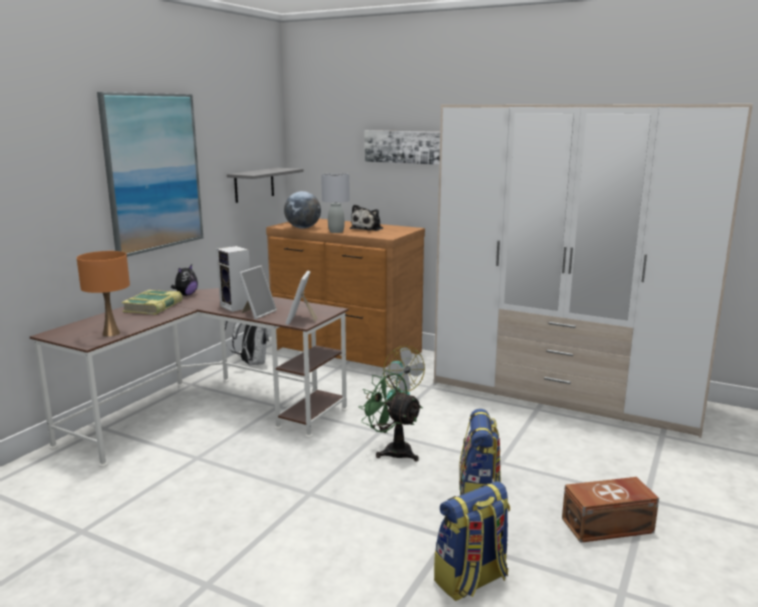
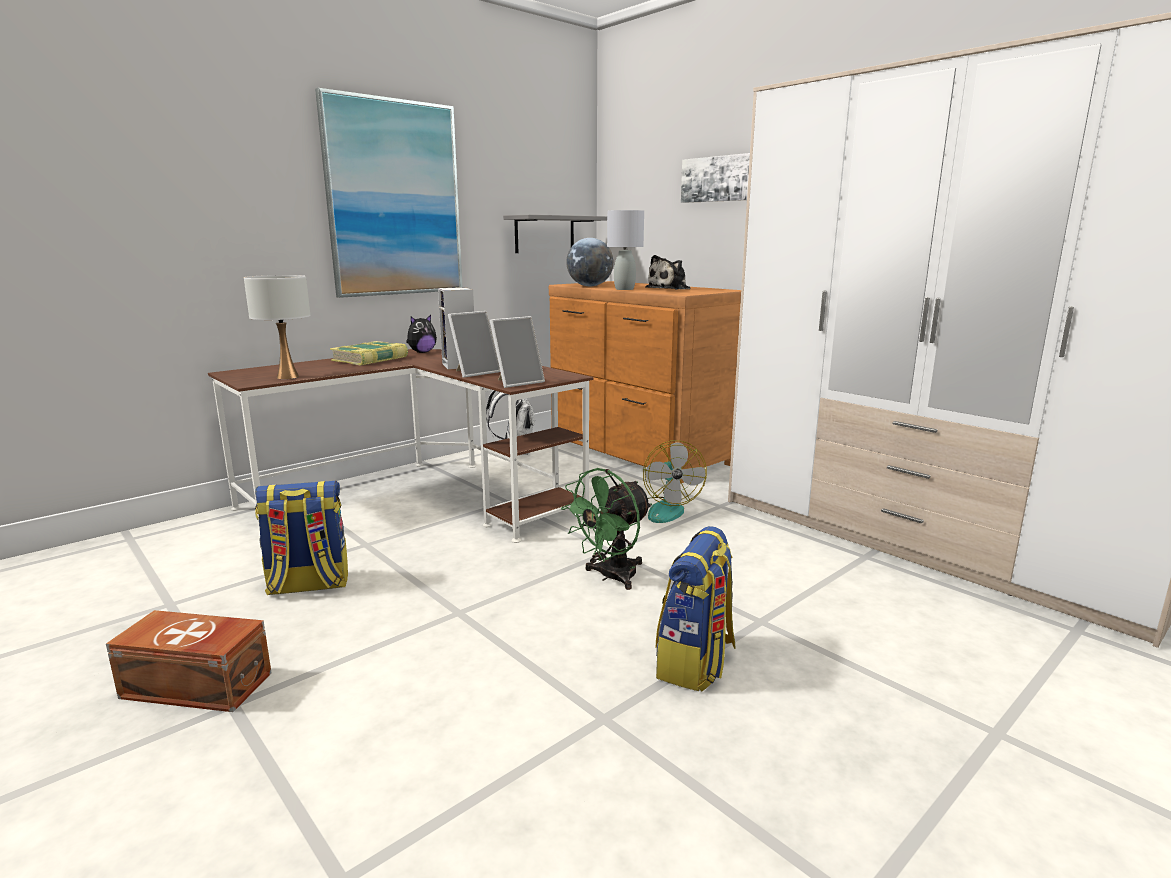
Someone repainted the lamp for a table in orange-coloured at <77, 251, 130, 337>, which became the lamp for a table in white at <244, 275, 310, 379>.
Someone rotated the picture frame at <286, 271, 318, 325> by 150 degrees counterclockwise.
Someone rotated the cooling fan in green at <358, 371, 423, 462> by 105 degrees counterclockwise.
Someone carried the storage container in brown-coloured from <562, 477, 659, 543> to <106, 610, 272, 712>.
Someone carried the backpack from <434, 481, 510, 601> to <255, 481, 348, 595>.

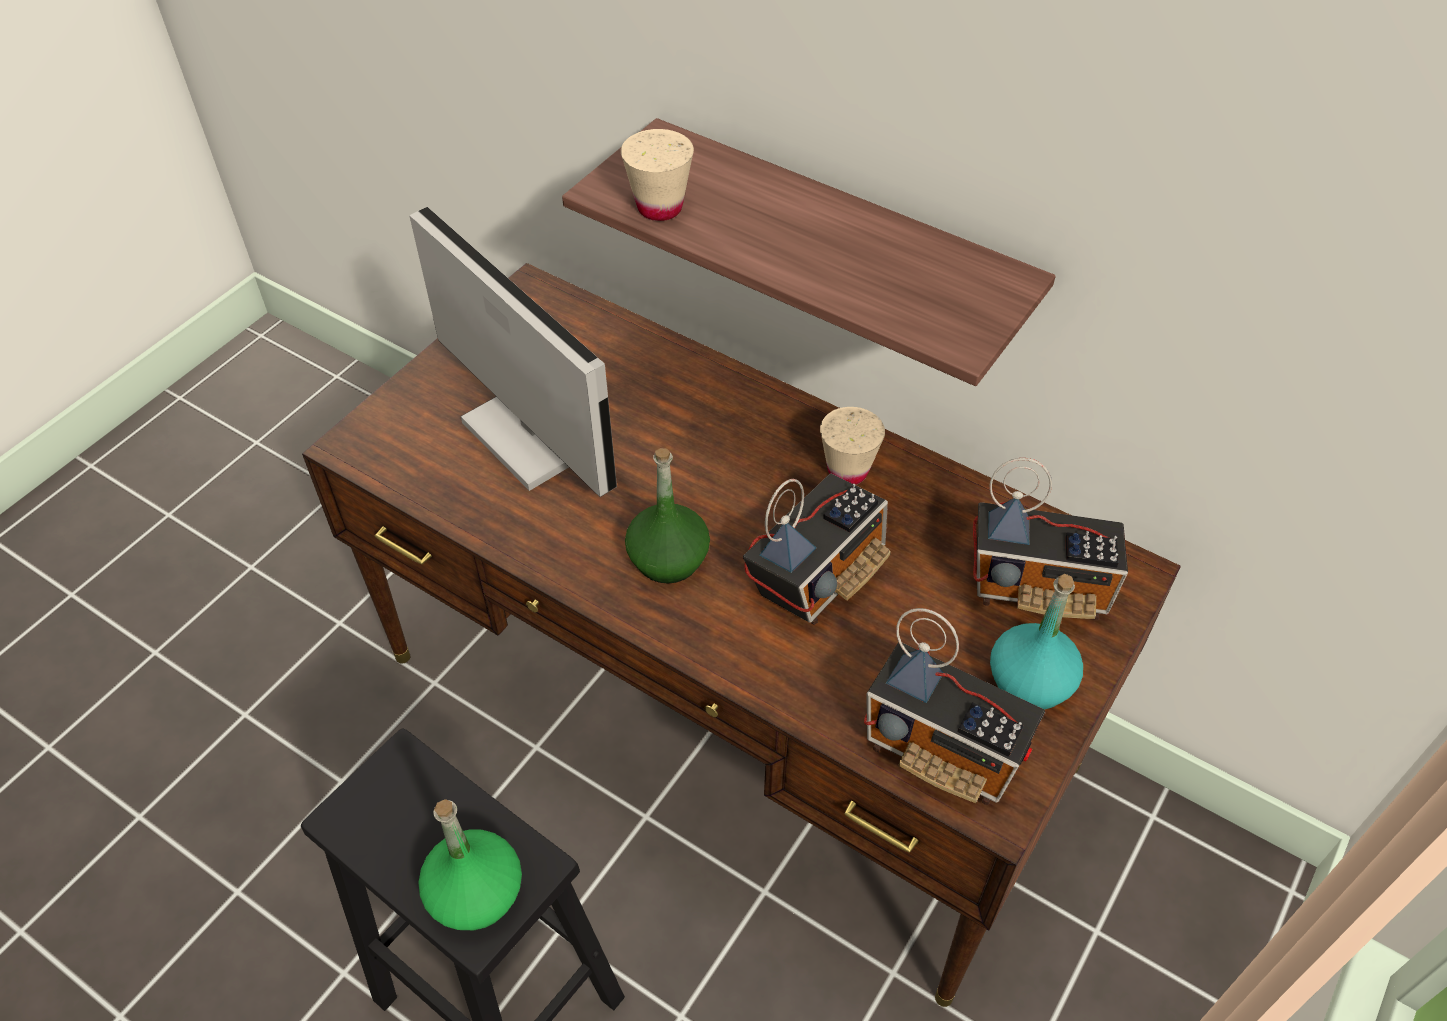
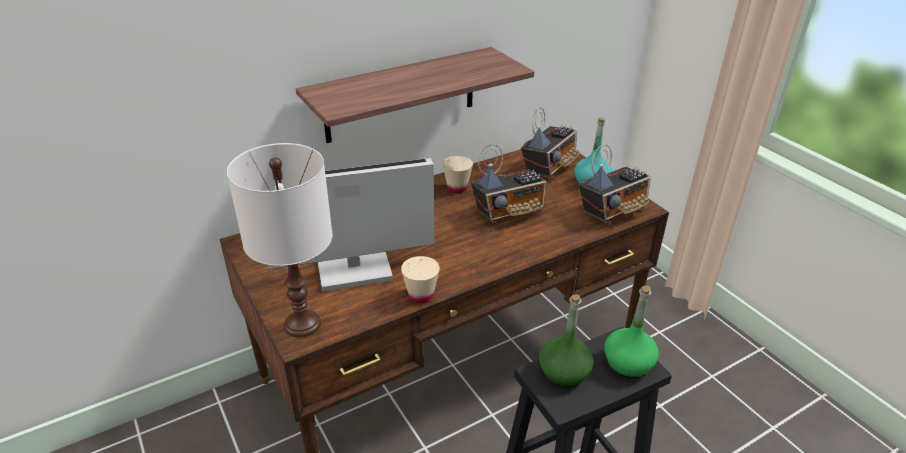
Someone carried the small cup in beige-coloured from <621, 129, 694, 221> to <401, 256, 440, 304>.
Someone carried the drink bottle in green from <625, 448, 710, 584> to <539, 294, 593, 388>.
Someone rotated the radio receiver at <743, 474, 890, 625> by 90 degrees clockwise.
Someone put down the lamp for a table in white at <227, 143, 333, 337>.

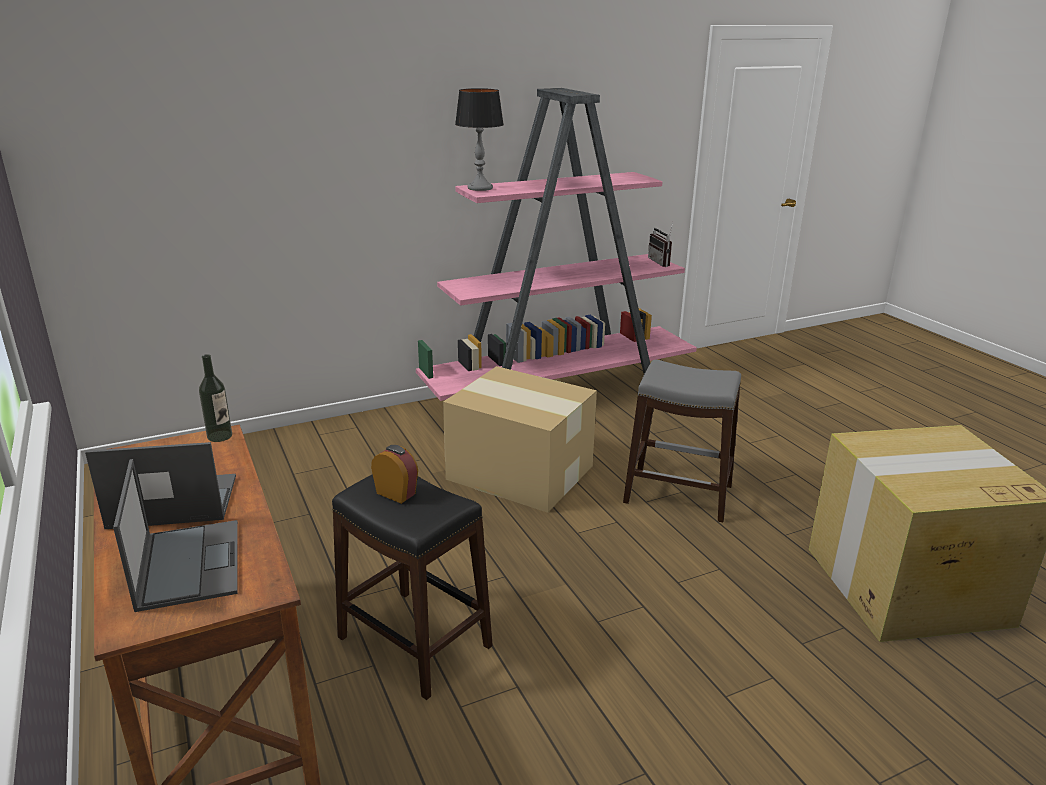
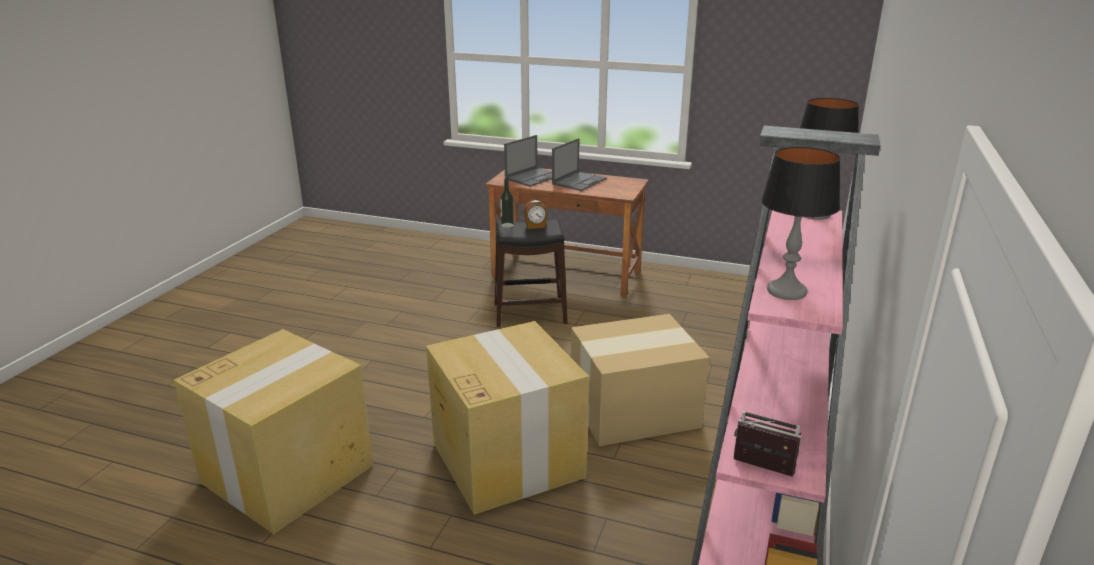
Someone carried the drink bottle from <199, 354, 232, 442> to <500, 178, 514, 228>.
Someone swapped the sitting stool in greyish at <623, 360, 741, 522> for the packing box at <426, 321, 589, 515>.
Someone rotated the notebook computer at <113, 459, 238, 612> by 75 degrees counterclockwise.
Someone put down the lamp for a table at <761, 147, 841, 300>.

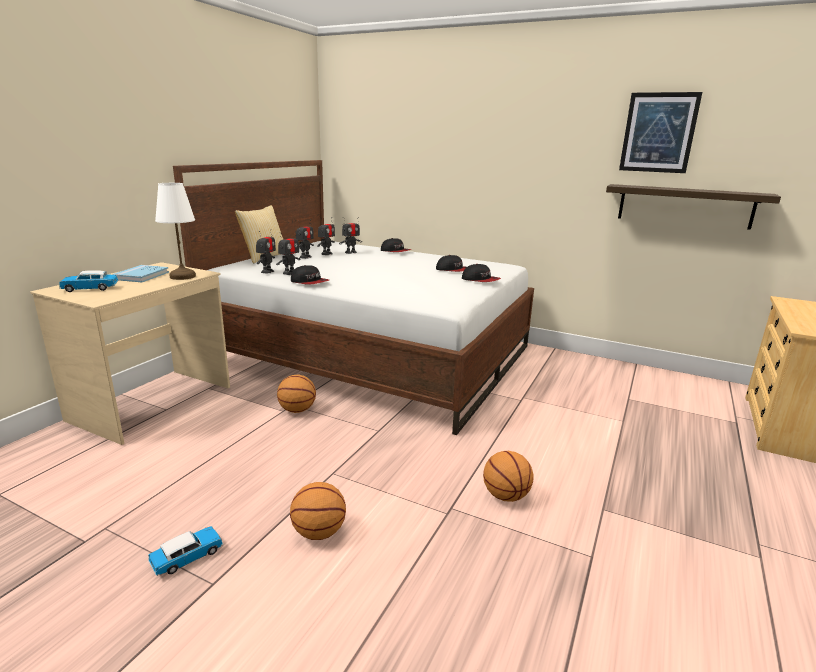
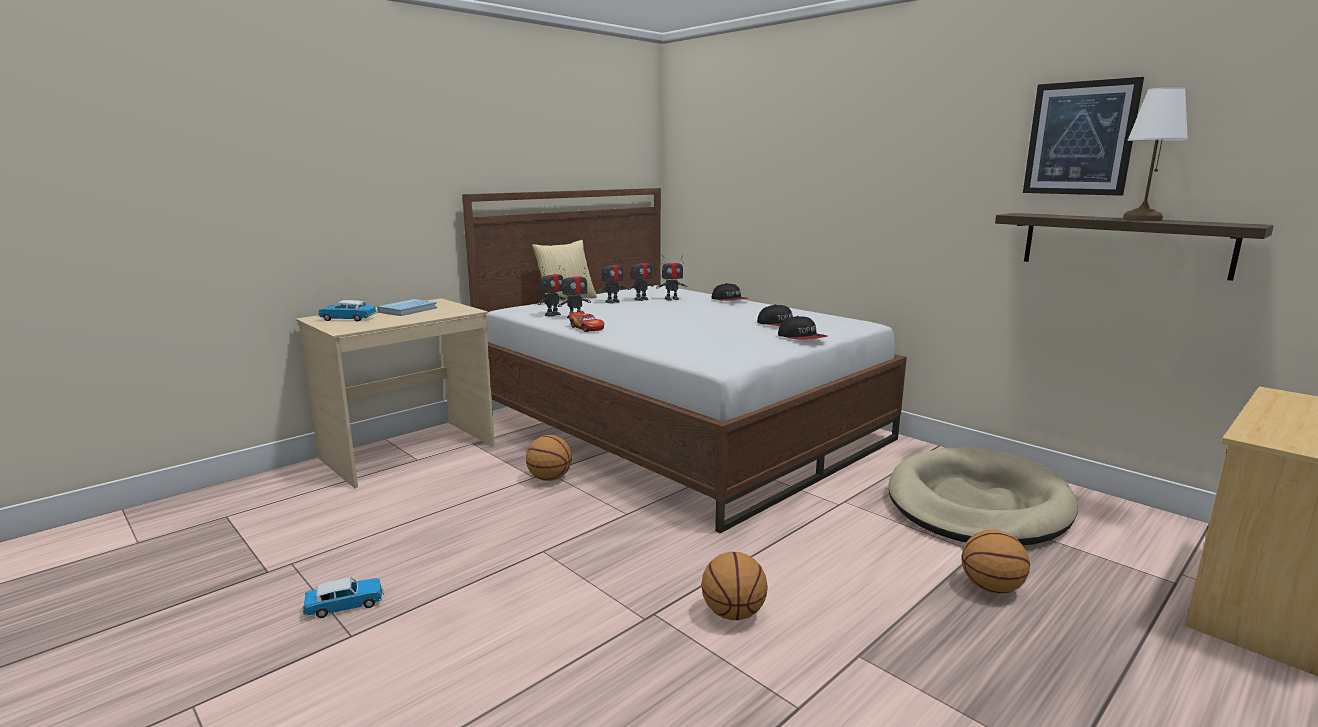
Someone carried the lamp for a table in white from <155, 183, 196, 280> to <1123, 87, 1188, 221>.
Someone swapped the baseball cap at <291, 265, 329, 284> for the toy car at <569, 311, 604, 332>.
Someone carried the ball for basketball from <290, 482, 346, 540> to <962, 530, 1030, 594>.
Someone put down the dog bed in beige-coloured at <888, 447, 1078, 545>.

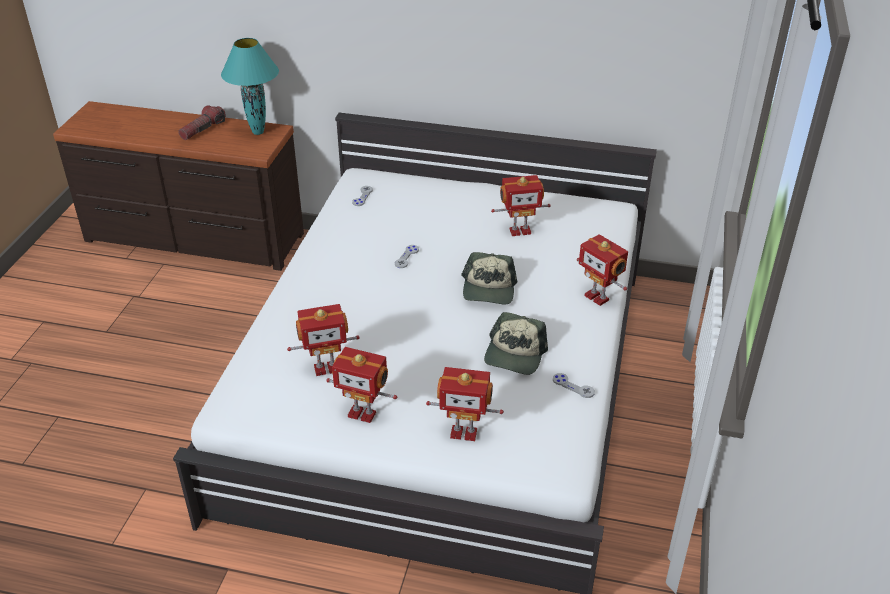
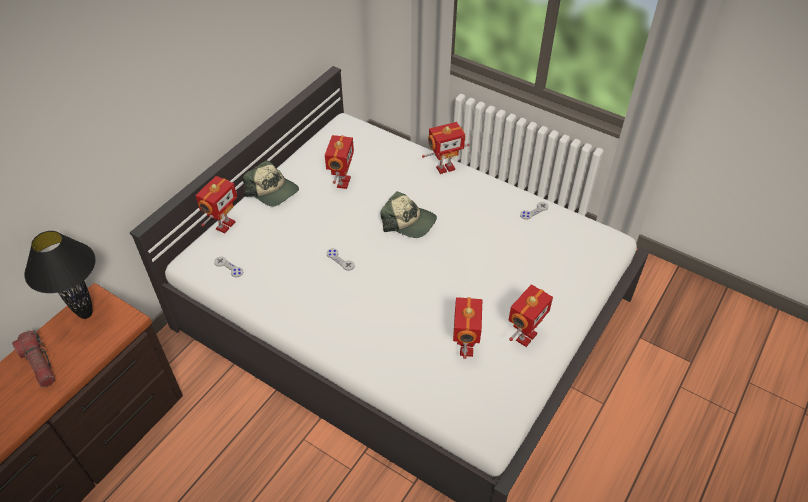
Someone repainted the lamp for a table in turquoise-coloured at <221, 38, 279, 135>, which became the lamp for a table in blackish at <24, 231, 96, 319>.
Someone carried the baseball cap from <484, 312, 548, 375> to <243, 160, 299, 206>.
Someone carried the toy robot from <426, 367, 504, 441> to <195, 176, 237, 233>.

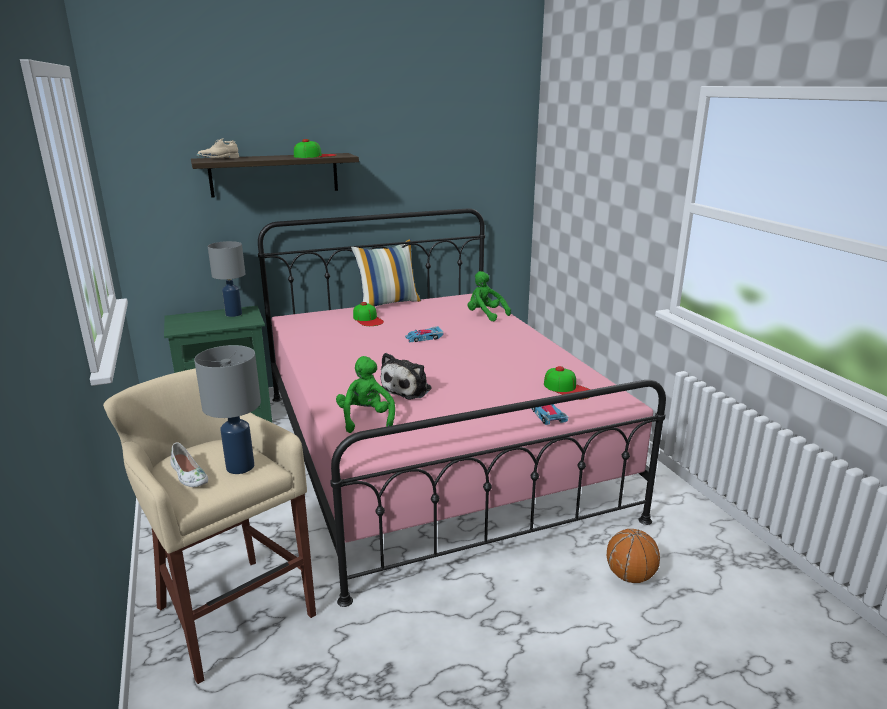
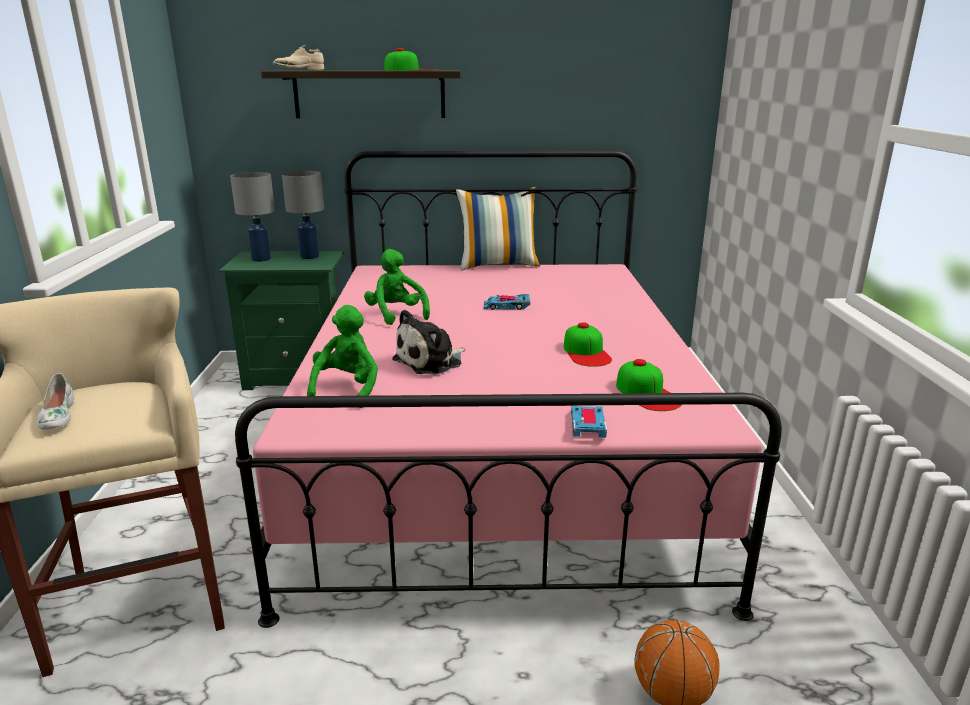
Someone carried the soft toy in green from <468, 271, 511, 321> to <364, 249, 430, 325>.
Someone carried the baseball cap from <353, 302, 384, 326> to <564, 322, 612, 367>.
Someone carried the lamp for a table in greyish from <194, 345, 261, 474> to <230, 172, 275, 262>.

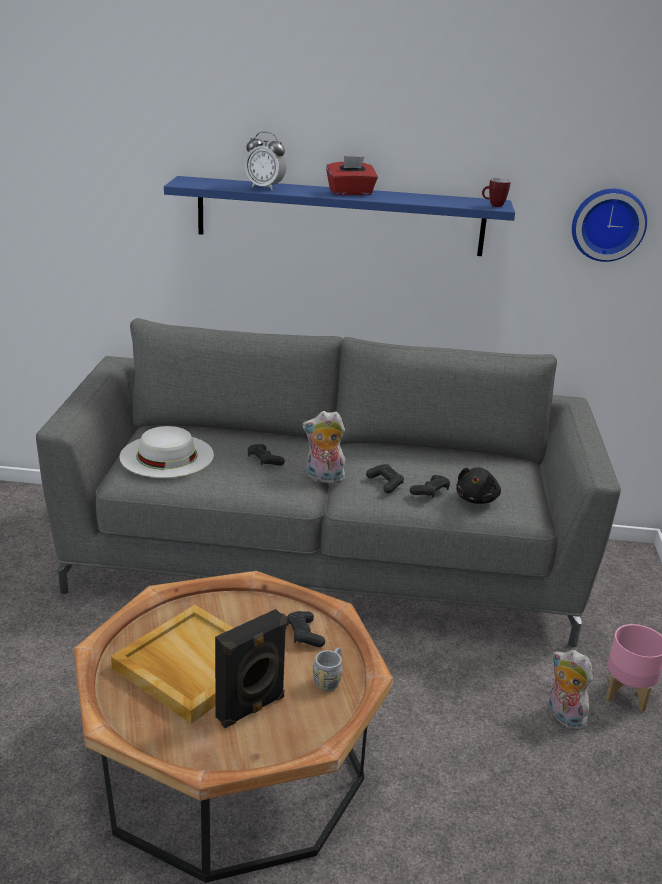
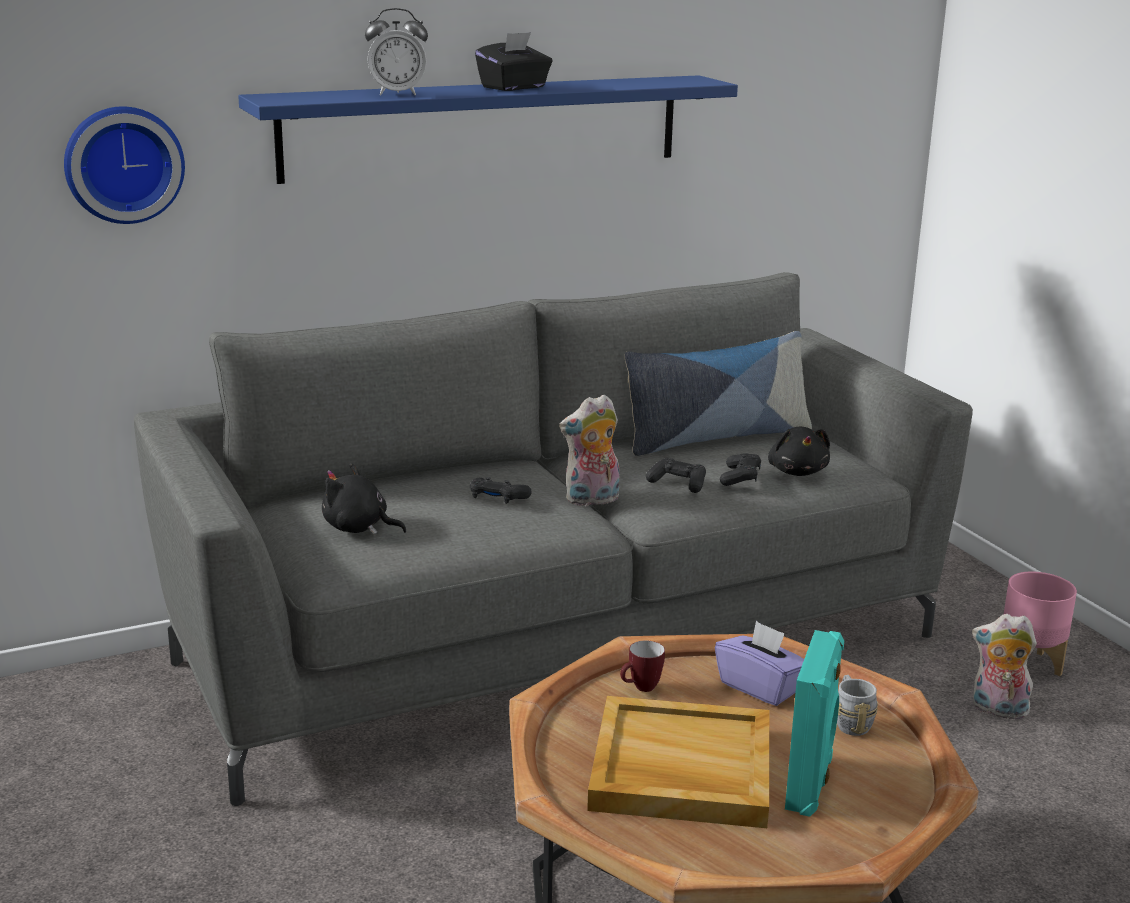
Someone repainted the tissue box in red at <326, 156, 378, 195>, which became the tissue box in blackish at <475, 32, 553, 91>.
Someone carried the tea mug from <482, 178, 511, 207> to <620, 640, 665, 692>.
Someone carried the hanging clock from <572, 189, 647, 262> to <64, 106, 185, 224>.
Someone swapped the hat in white at <120, 426, 214, 478> for the soft toy in blackish at <322, 463, 407, 535>.
Someone repainted the loudspeaker in blackish at <215, 609, 287, 728>, which became the loudspeaker in turquoise-coloured at <785, 630, 844, 817>.
Someone swapped the gamepad in blackish at <287, 611, 325, 647> for the tissue box in purple at <715, 621, 804, 706>.
Someone put down the cushion at <624, 331, 812, 456>.

